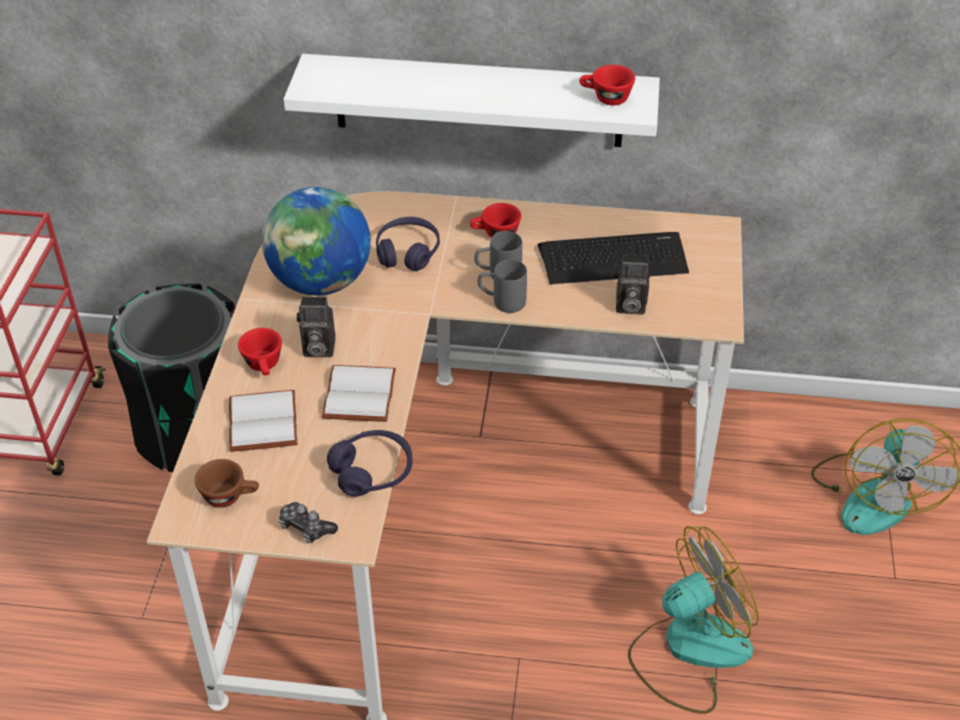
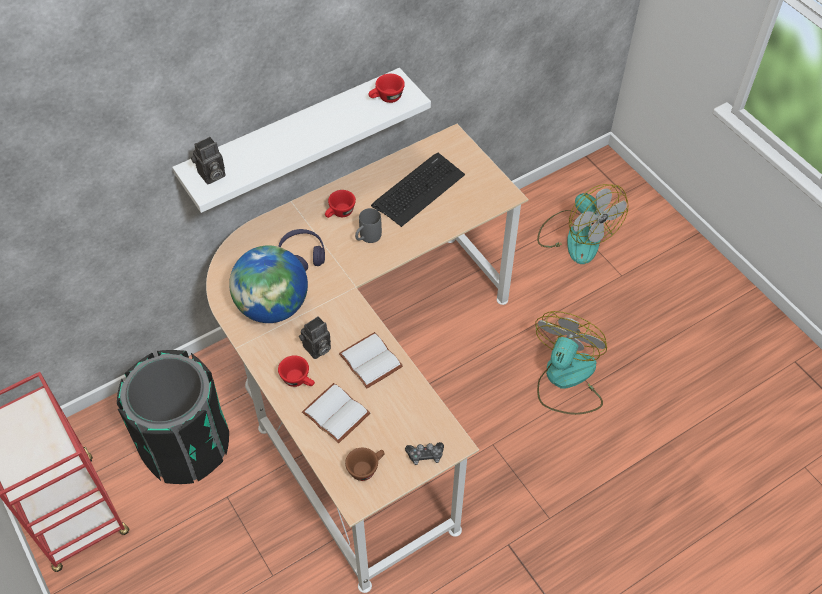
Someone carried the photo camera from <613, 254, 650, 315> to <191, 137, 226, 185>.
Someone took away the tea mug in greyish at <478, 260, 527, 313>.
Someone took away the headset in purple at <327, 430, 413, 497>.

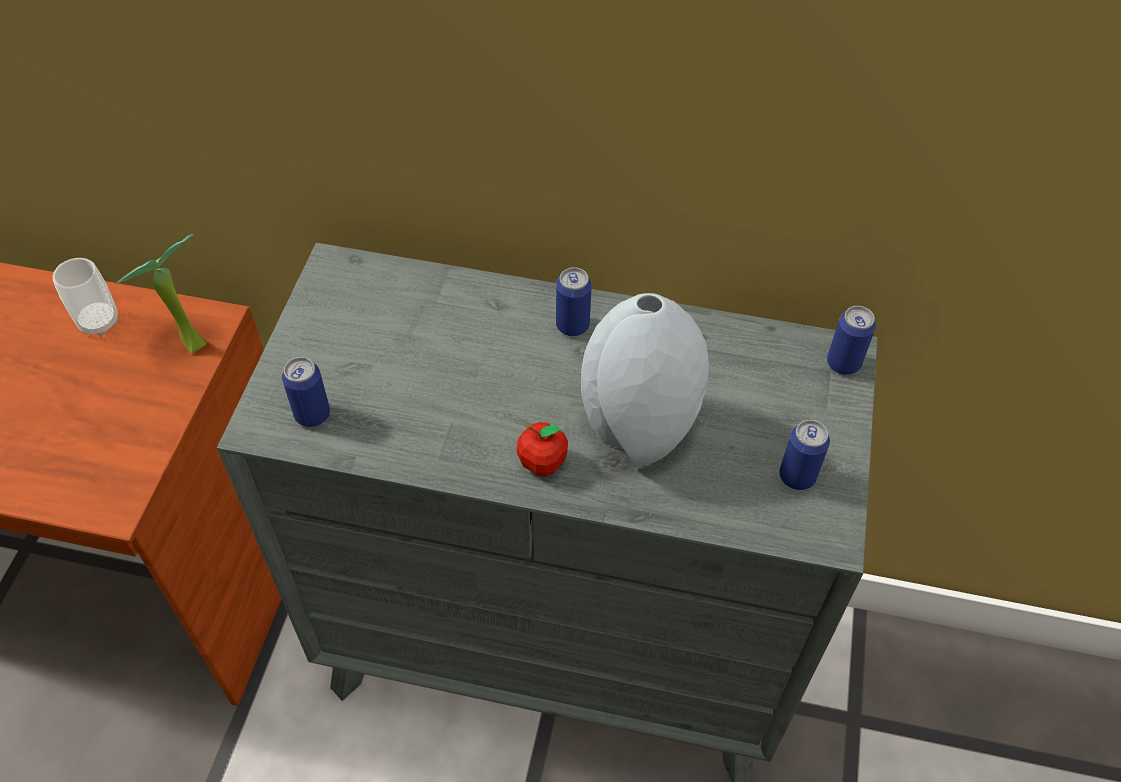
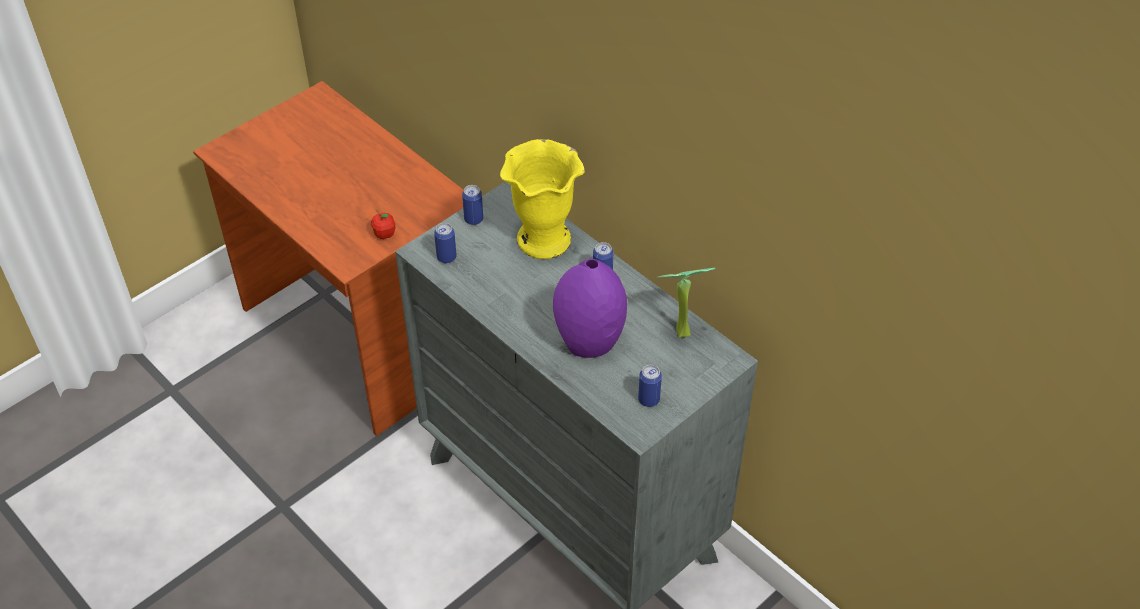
Someone carried the potted plant from <116, 234, 207, 354> to <657, 268, 715, 338>.
Someone took away the small cup at <53, 258, 118, 335>.
Someone repainted the vase in greyish at <581, 293, 709, 467>, which became the vase in purple at <553, 259, 627, 358>.
Someone carried the can from <827, 306, 876, 375> to <462, 185, 483, 225>.
Someone carried the whole apple from <517, 422, 568, 477> to <371, 209, 395, 239>.
Someone put down the vase in yellow-coloured at <500, 139, 584, 259>.

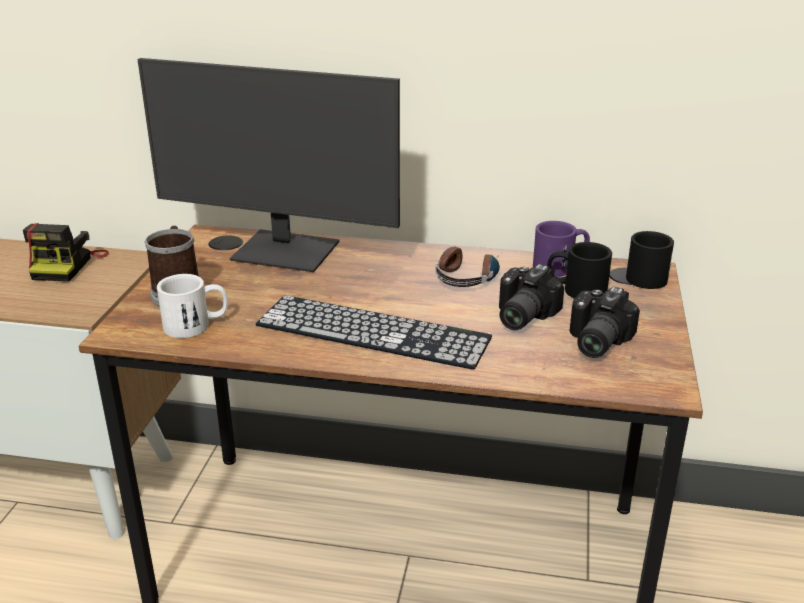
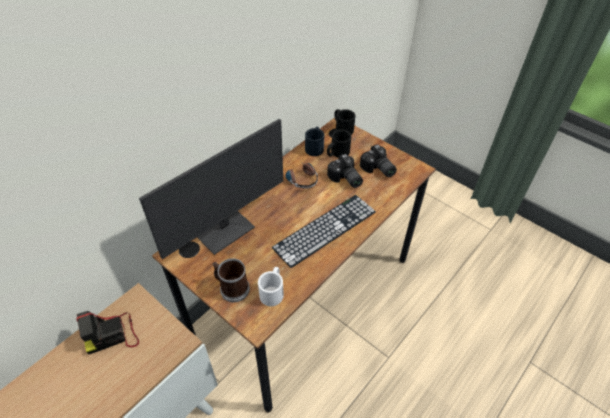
Someone repainted the tea mug in purple at <533, 221, 590, 277>, which became the tea mug in blackish at <305, 127, 325, 156>.
Someone rotated the photo camera at <23, 223, 109, 282> by 120 degrees clockwise.

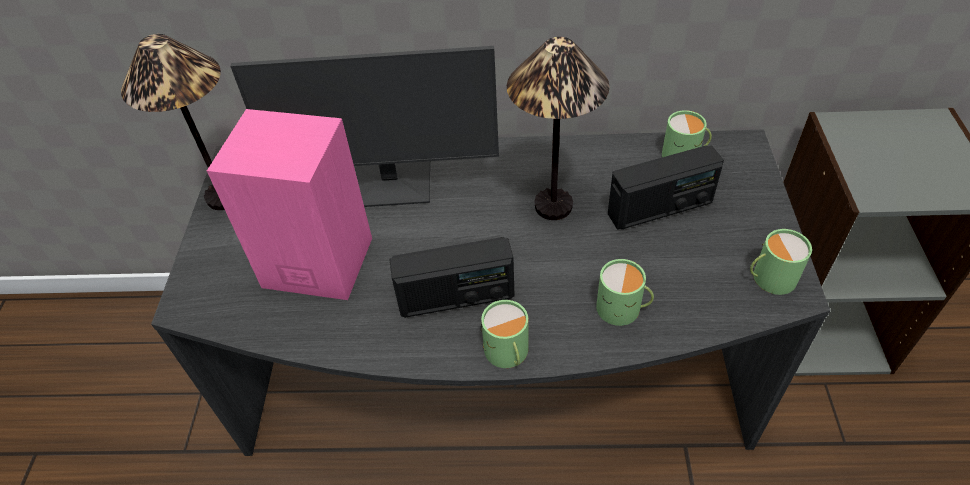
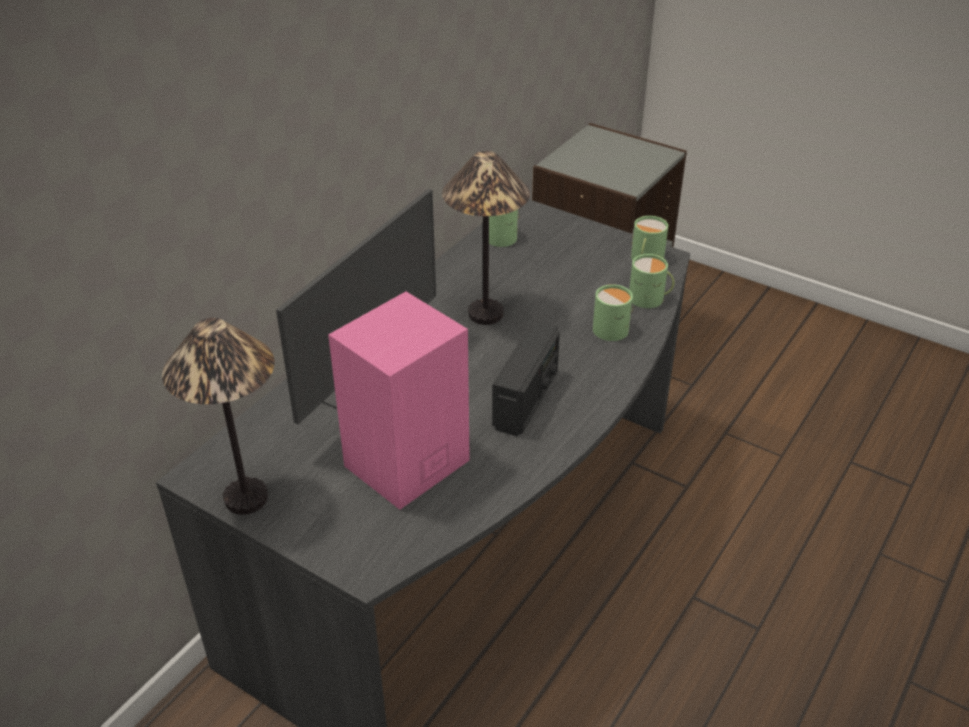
Someone took away the radio receiver at <608, 145, 724, 229>.
Someone carried the tea mug in green from <481, 300, 528, 368> to <629, 254, 675, 308>.

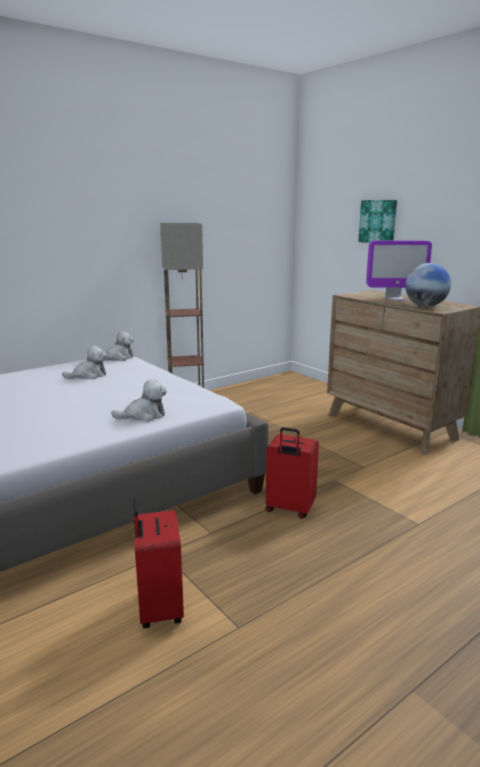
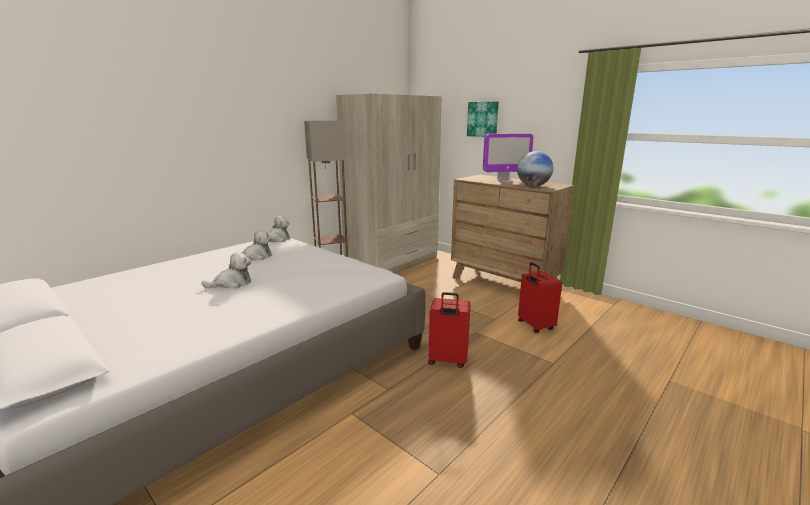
Someone carried the soft toy from <111, 379, 167, 422> to <201, 252, 252, 289>.
Someone carried the piece of luggage in red from <133, 498, 184, 628> to <518, 262, 562, 333>.
Someone put down the wardrobe in beige-coloured at <336, 93, 442, 272>.

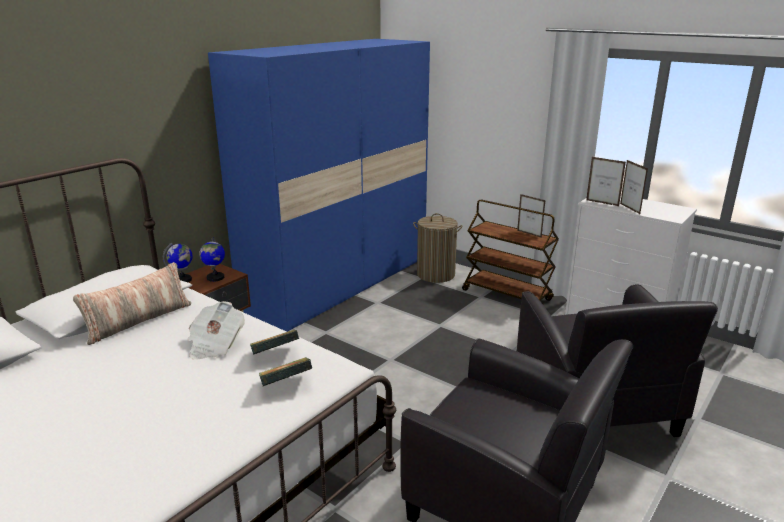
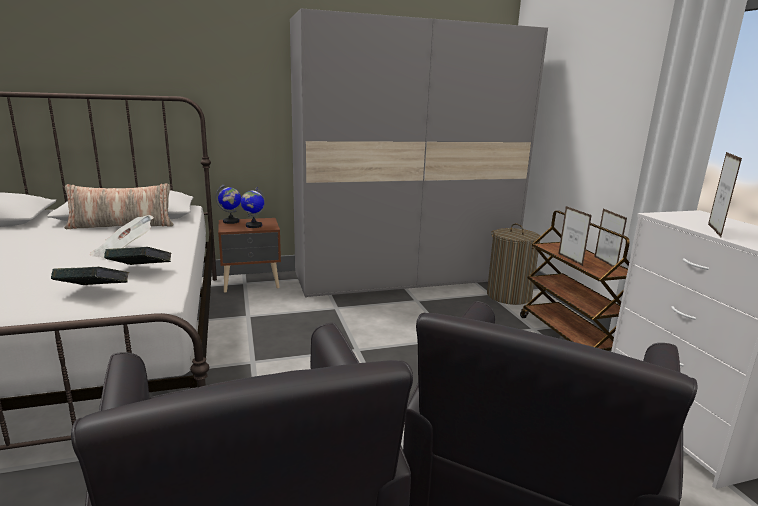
Someone repainted the wardrobe in blue-coloured at <208, 39, 430, 332>, which became the wardrobe in greyish at <290, 8, 548, 297>.
Someone carried the picture frame from <586, 157, 626, 206> to <559, 206, 592, 266>.

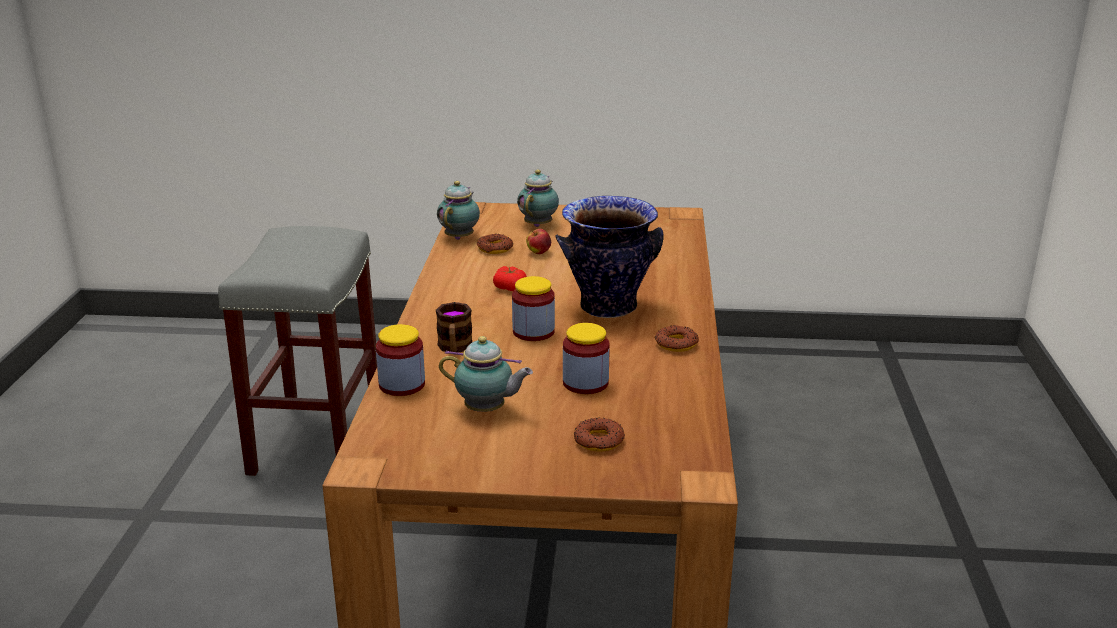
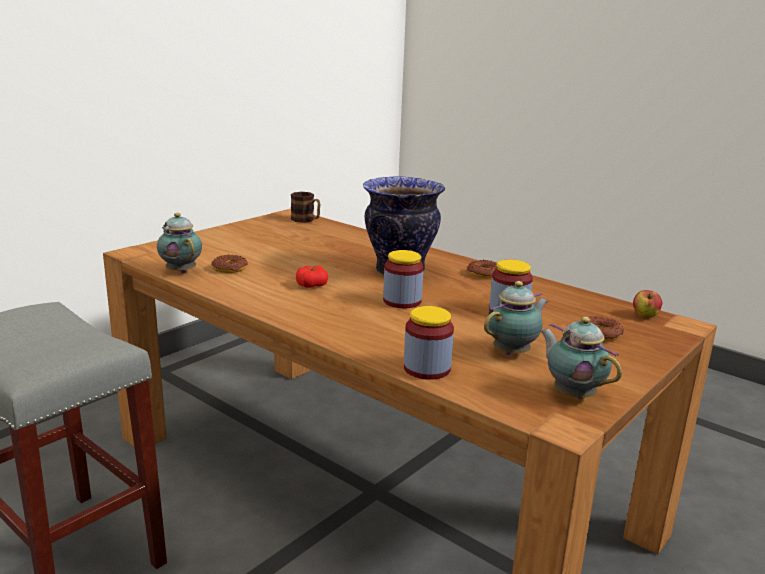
Someone carried the pot for tea from <517, 169, 559, 227> to <540, 317, 622, 399>.
Someone carried the whole apple from <526, 229, 551, 254> to <633, 290, 662, 317>.
Someone carried the tea mug from <436, 302, 472, 353> to <291, 192, 321, 223>.

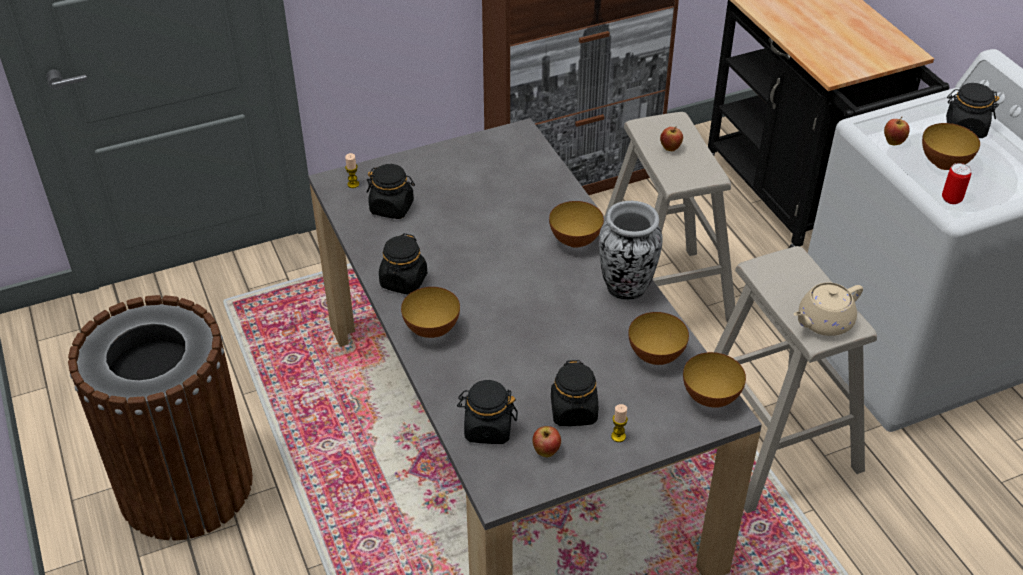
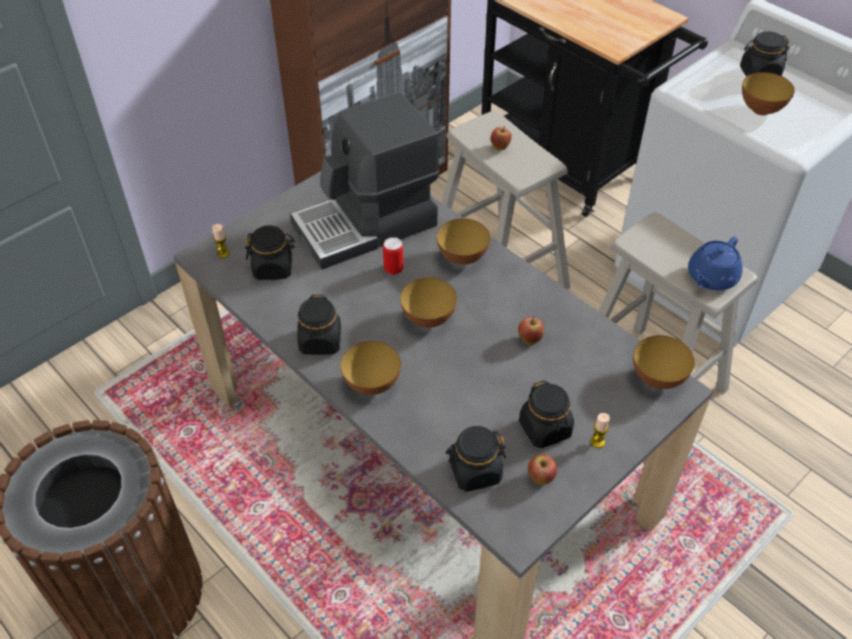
Someone carried the whole apple from <884, 117, 910, 145> to <518, 317, 544, 345>.
Someone carried the can from <942, 163, 972, 204> to <383, 237, 403, 275>.
Someone took away the vase at <599, 201, 663, 300>.
Someone repainted the pot for tea in beige-coloured at <794, 282, 863, 336>, which became the pot for tea in blue-coloured at <688, 237, 743, 290>.
Someone carried the bowl from <628, 312, 689, 365> to <400, 278, 457, 328>.
Someone put down the coffee machine at <290, 92, 439, 269>.

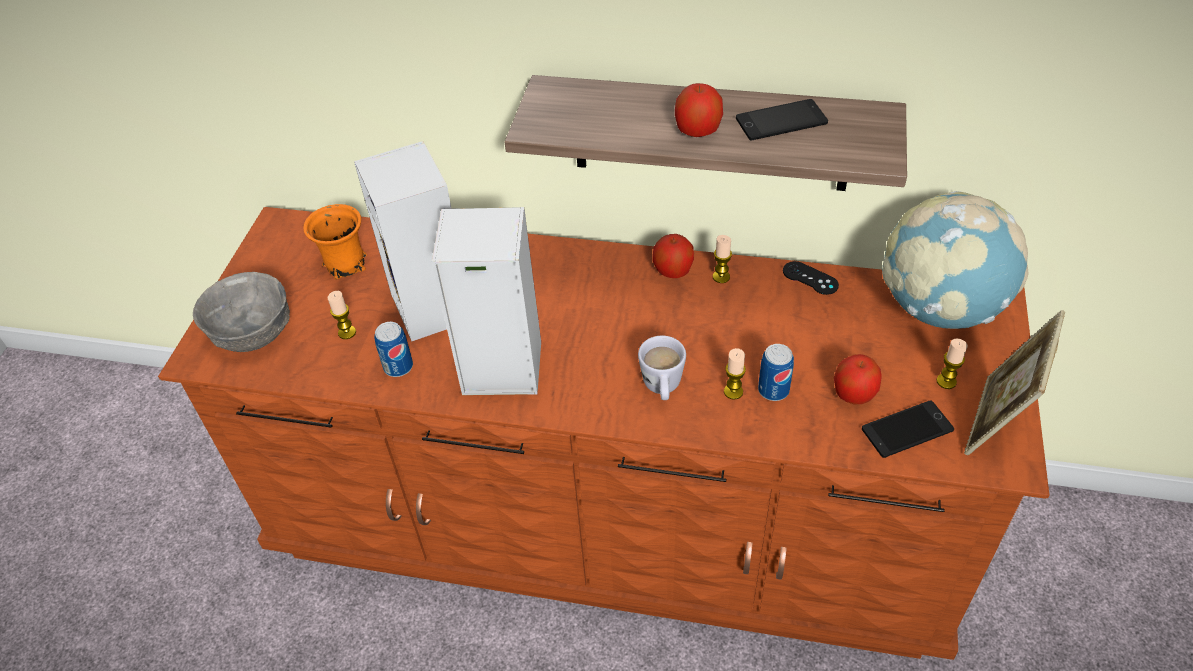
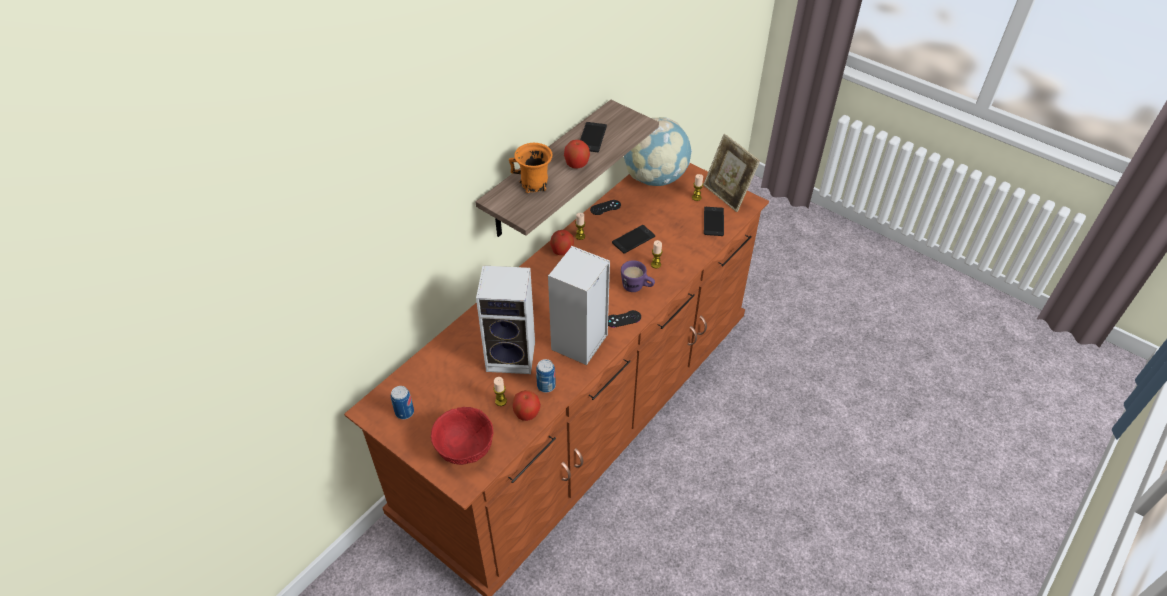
Someone carried the tea mug in orange-coloured from <303, 204, 367, 280> to <509, 143, 553, 193>.
Someone repainted the bowl in greyish at <193, 272, 290, 352>, which became the bowl in red at <431, 407, 493, 465>.
Someone repainted the tea mug in white at <638, 336, 686, 400>, which became the tea mug in purple at <621, 260, 655, 292>.
Someone carried the can from <758, 344, 794, 401> to <391, 386, 414, 419>.
Someone carried the whole apple from <834, 354, 882, 405> to <513, 390, 541, 421>.
Someone put down the handset at <612, 225, 655, 254>.
Someone put down the gamepad in blackish at <608, 310, 641, 328>.

